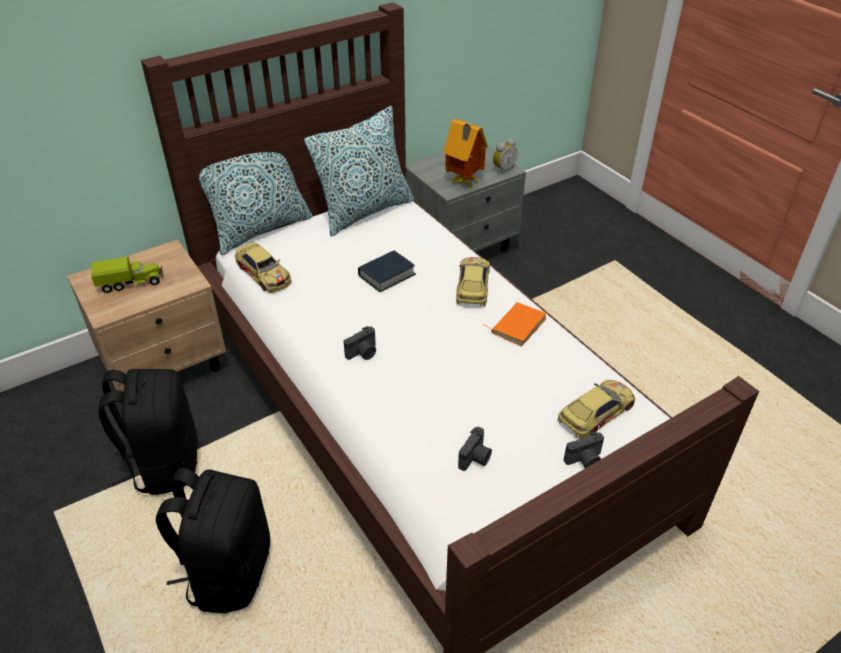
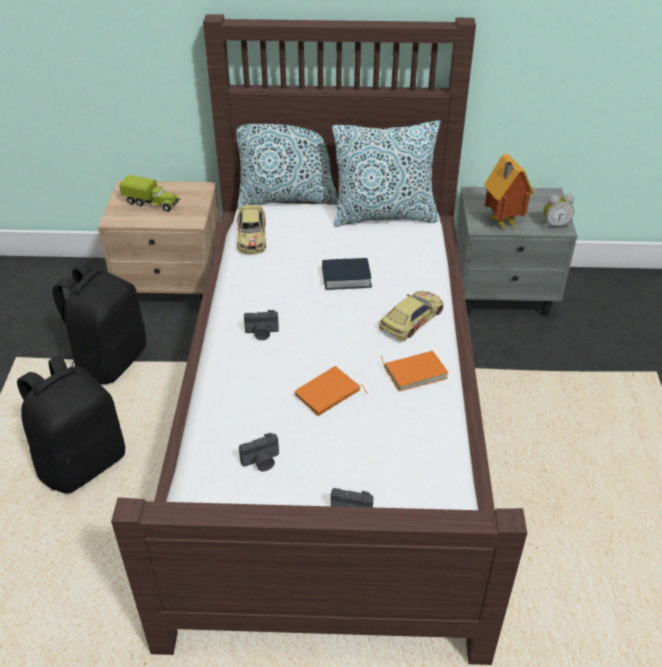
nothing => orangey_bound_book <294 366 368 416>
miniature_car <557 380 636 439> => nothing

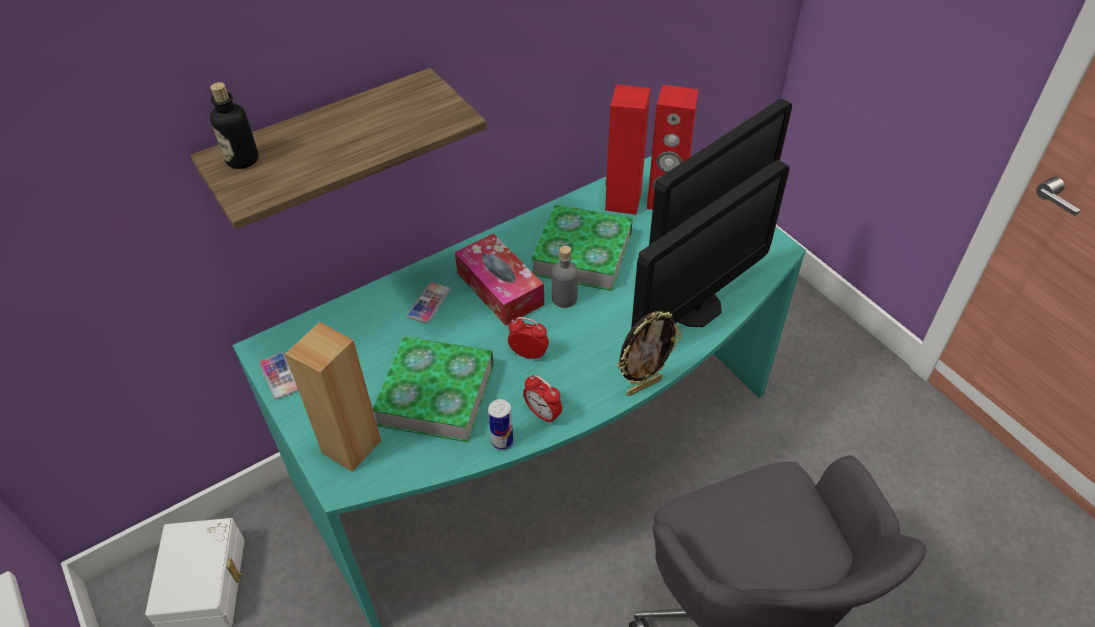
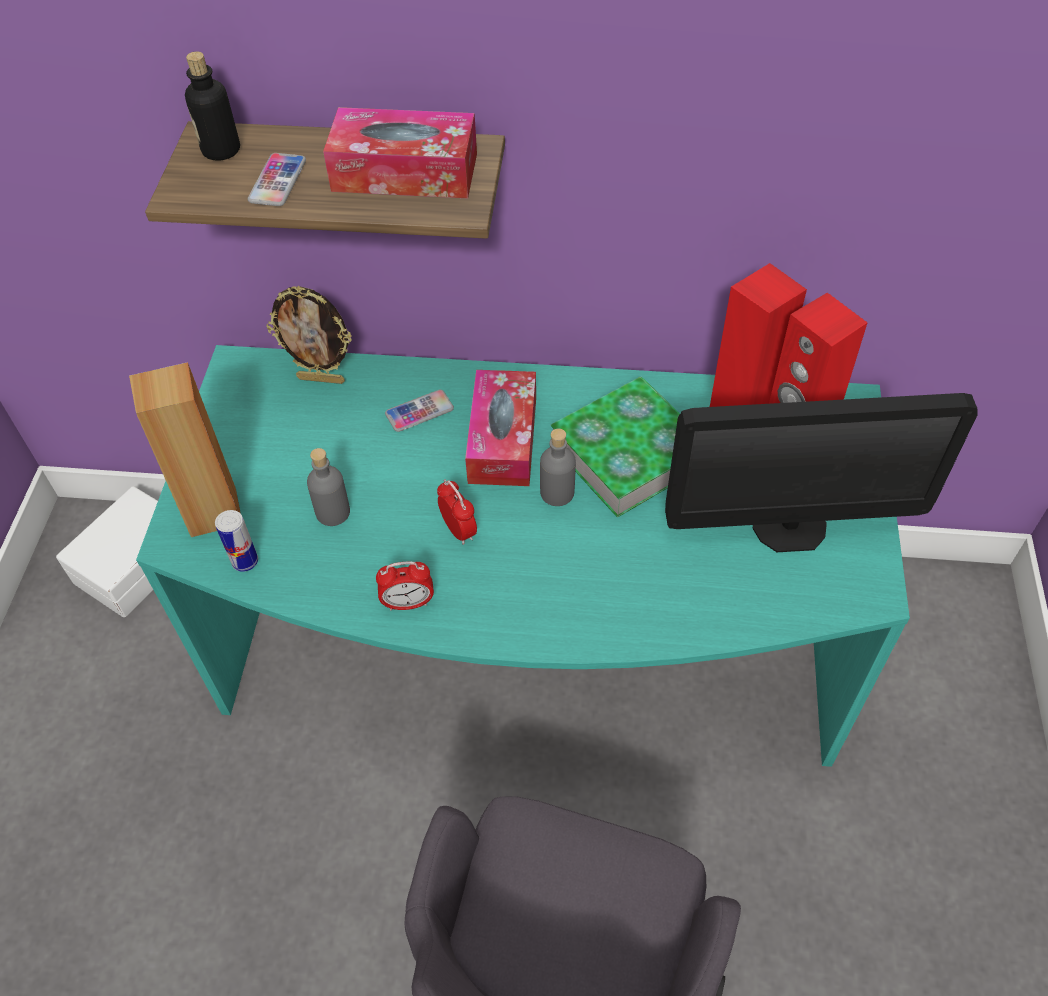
sealed_can <488 399 513 450> => sealed_can <215 510 258 572>, shifted
telephone <259 353 299 399> => telephone <248 153 306 206>, shifted
picture_frame <617 311 682 396> => picture_frame <266 286 352 384>, shifted
bound_book <373 336 494 442> => grey_bottle <307 448 350 526>
nothing => tissue_holder <323 107 477 198>
bedside_clock <523 375 562 424> => bedside_clock <376 561 434 611>, 90 degrees counterclockwise
monitor <631 160 789 329> => nothing

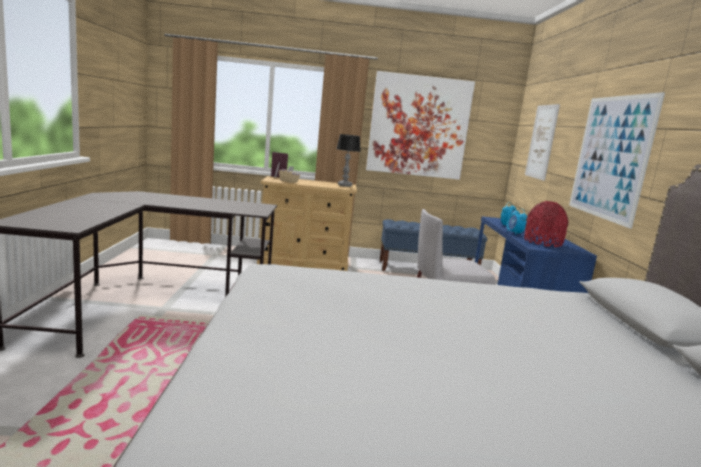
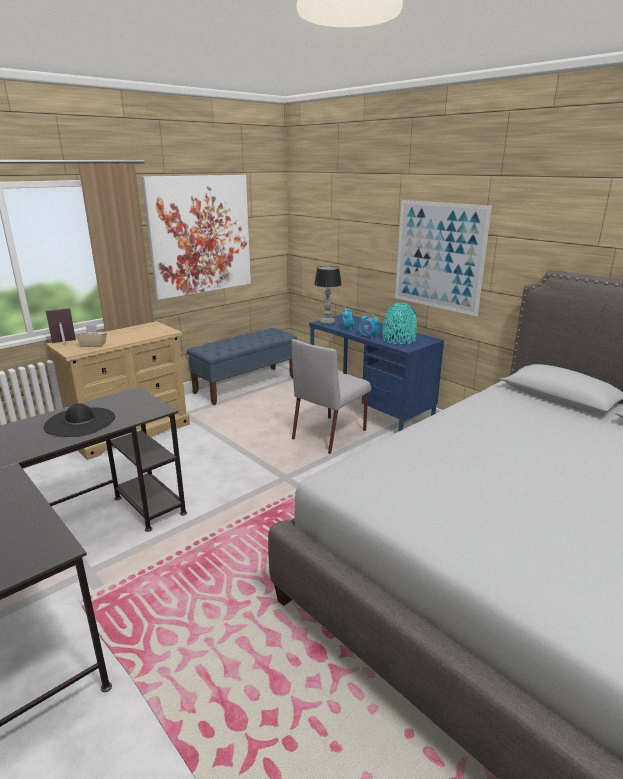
nothing => blackish_clothing_hat <43 403 115 437>
lamp_for_a_table <336 134 361 187> => lamp_for_a_table <314 266 342 325>, shifted
red-coloured_decorative_vase <524 201 568 247> => turquoise_decorative_vase <383 303 417 344>
wall_picture <525 104 560 181> => nothing

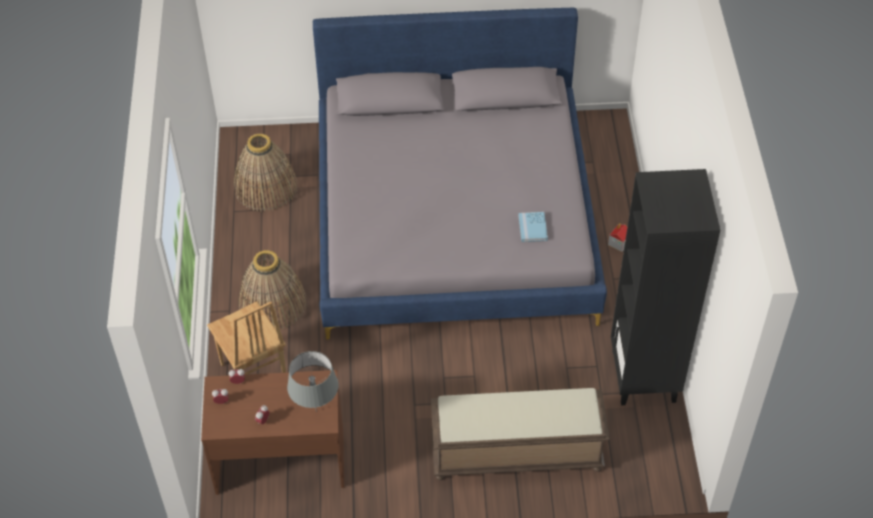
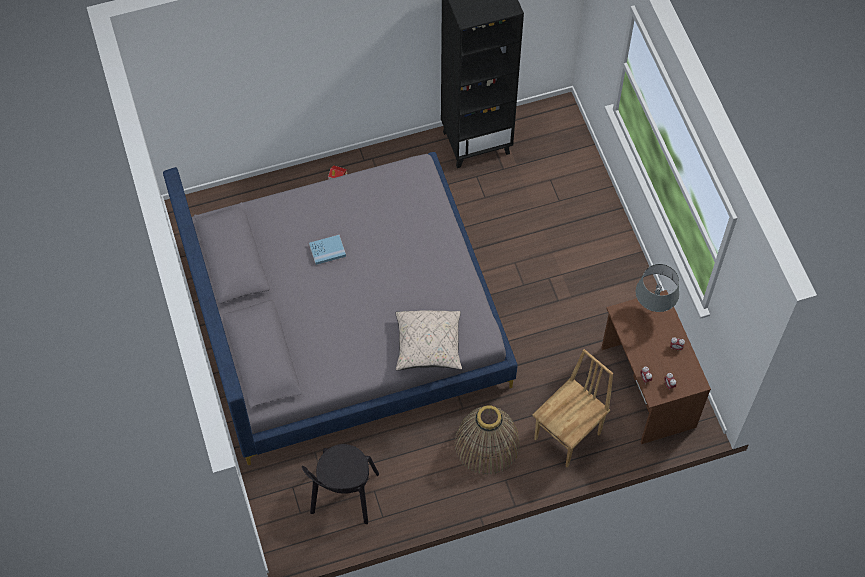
storage_basket <234 134 298 211> => blackish_upright_chair <302 444 379 524>
blue-coloured_bound_book <519 212 548 242> => blue-coloured_bound_book <309 235 346 265>, shifted
nothing => beige-coloured_pillow <395 310 462 371>
brown-coloured_long_seat <431 388 610 480> => nothing

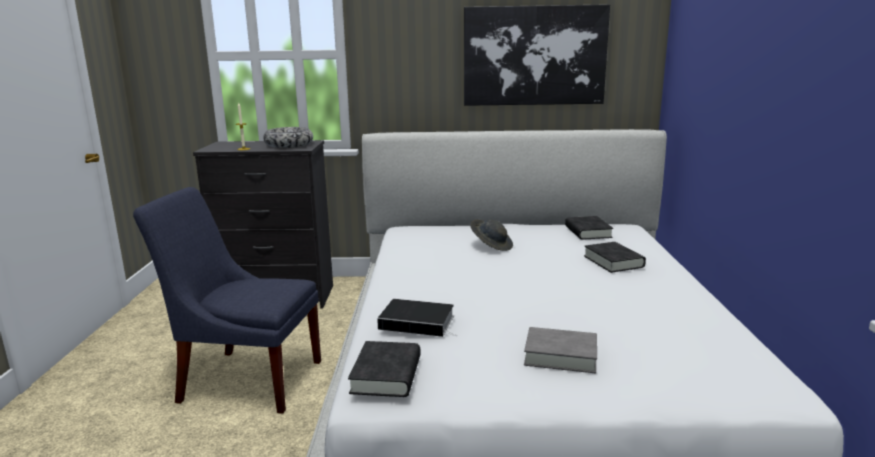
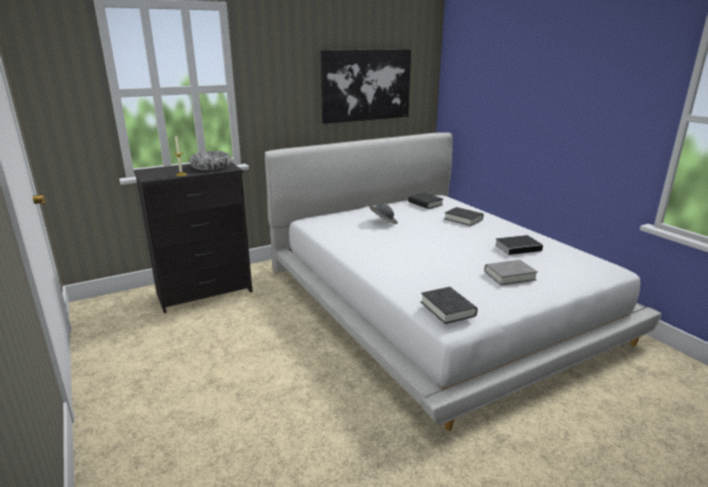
bound_book <377 299 458 337> => bound_book <495 235 543 255>, shifted
blue-coloured_upright_chair <133 187 321 414> => nothing

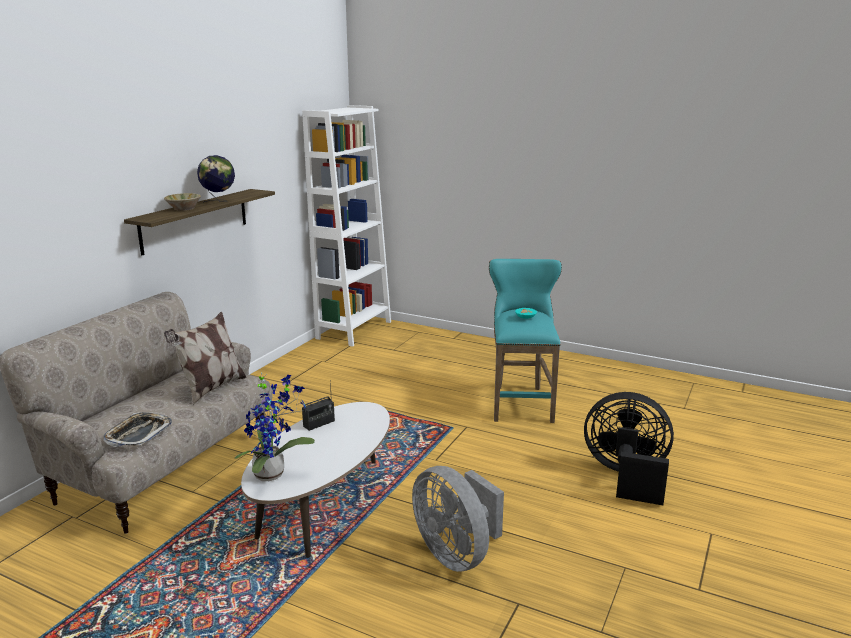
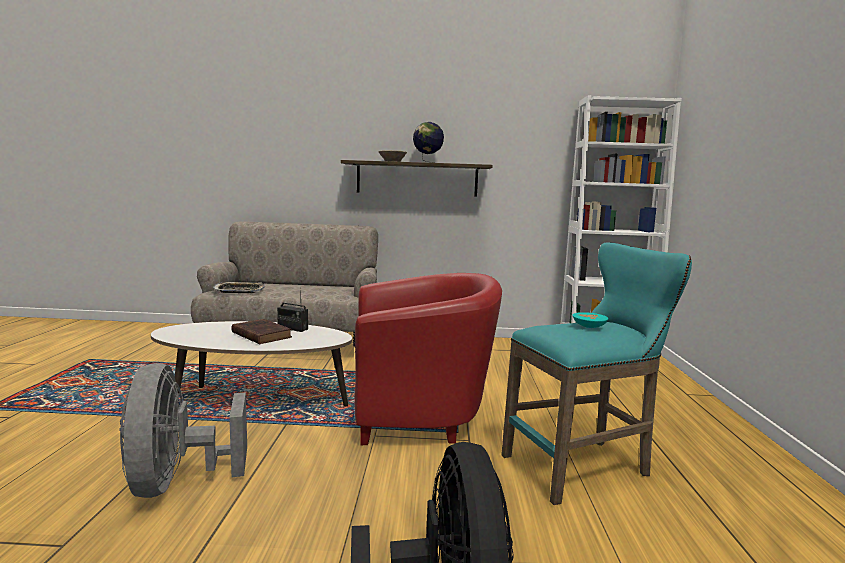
grey_fan <412 466 504 572> => grey_fan <119 363 247 498>, 45 degrees counterclockwise
nothing => brown-coloured_bound_book <231 319 292 344>
nothing => red-coloured_lounge_chair <354 273 502 445>
pillow <164 312 247 405> => nothing
potted_plant <235 372 315 481> => nothing

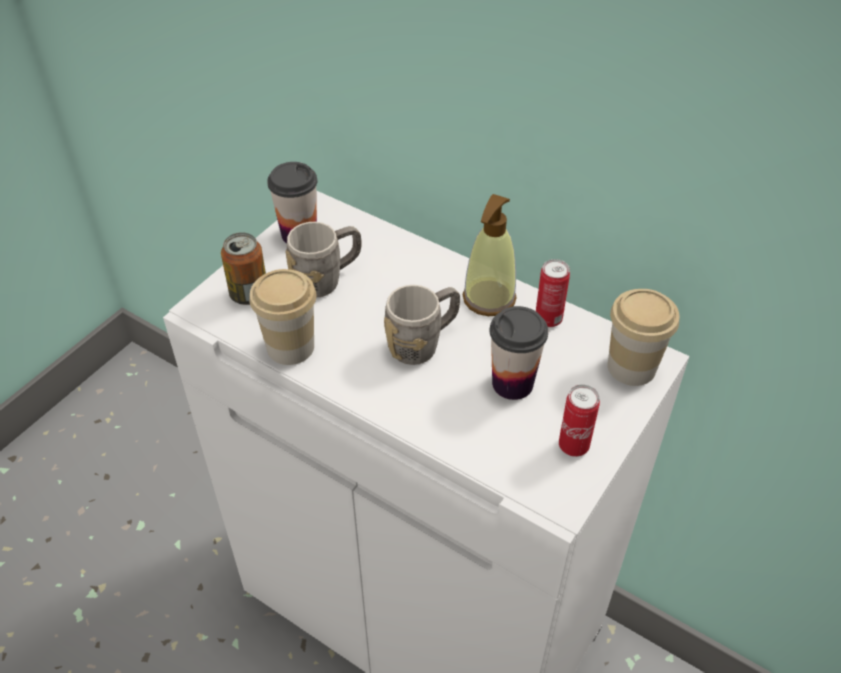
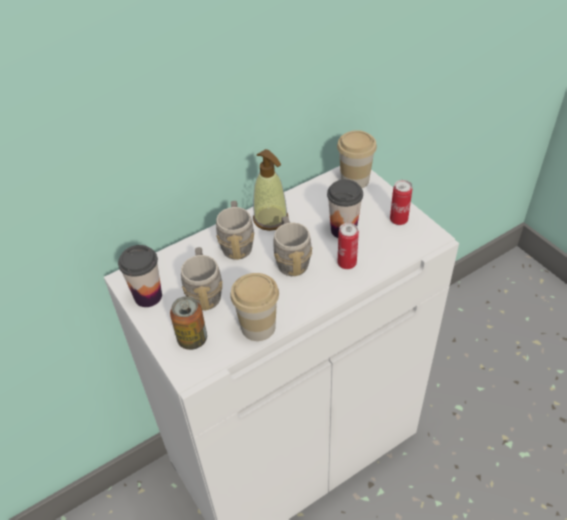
nothing => grey_mug <216 201 255 260>
sealed_can <536 259 570 327> => sealed_can <338 223 359 269>, shifted

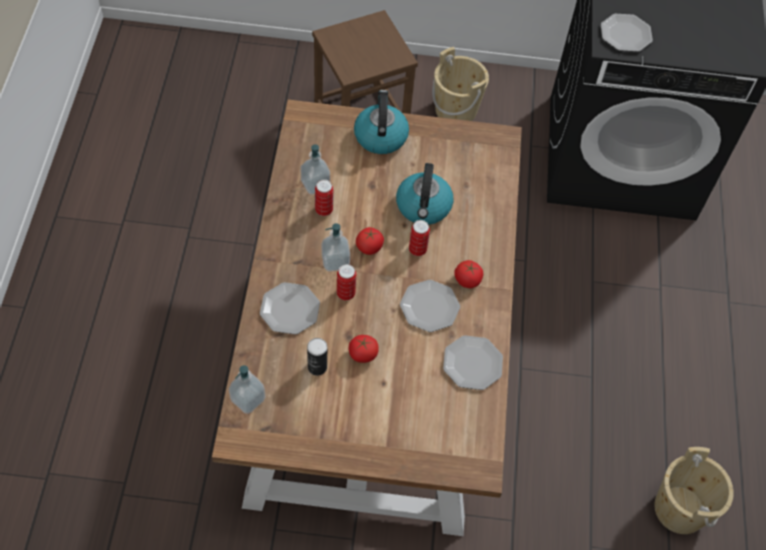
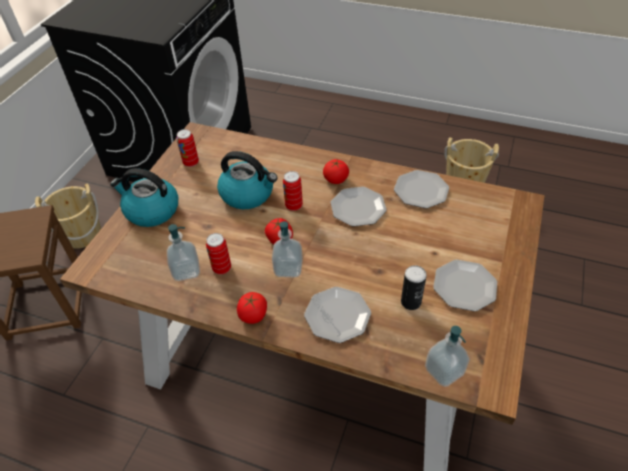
sealed_can <337 264 356 300> => sealed_can <176 129 199 167>, shifted
fresh_tomato <349 335 379 363> => fresh_tomato <237 292 267 324>, shifted
dinner_plate <601 14 653 52> => dinner_plate <433 260 497 311>, shifted

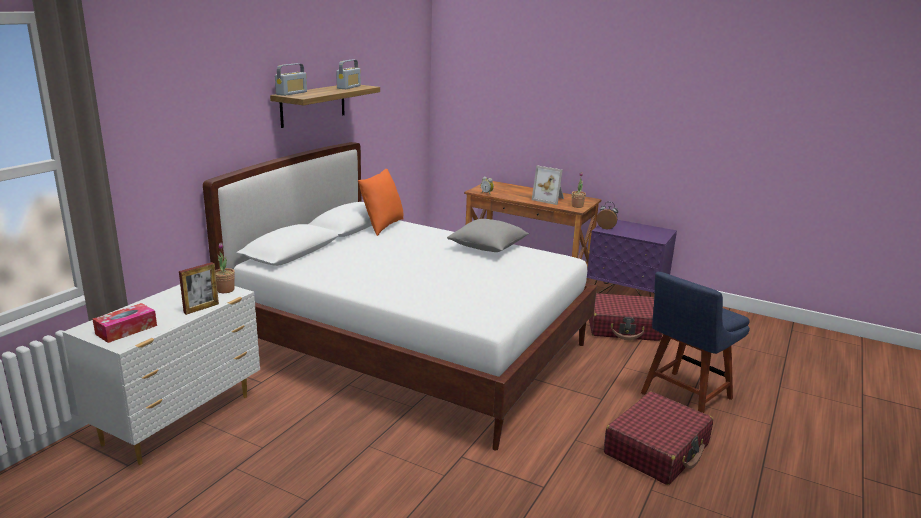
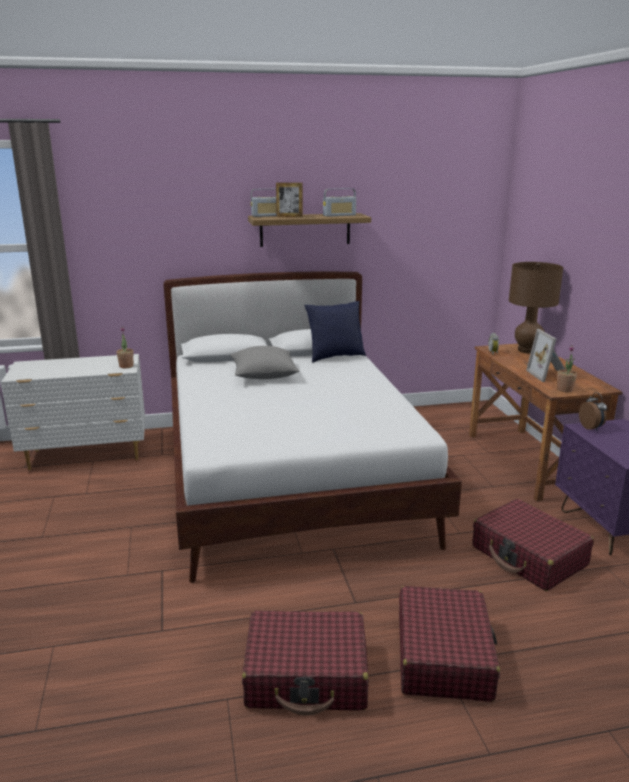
grey_pillow <447 219 529 252> => grey_pillow <230 346 299 379>, shifted
picture_frame <179 262 219 315> => picture_frame <276 183 303 217>, shifted
orangey_pillow <358 169 404 236> => blue-coloured_pillow <304 301 366 363>
blue-coloured_upright_chair <641 272 750 413> => red-coloured_suitcase <399 586 500 702>
nothing => brown-coloured_lamp_for_a_table <509 262 563 354>
tissue_holder <93 303 157 343> => nothing

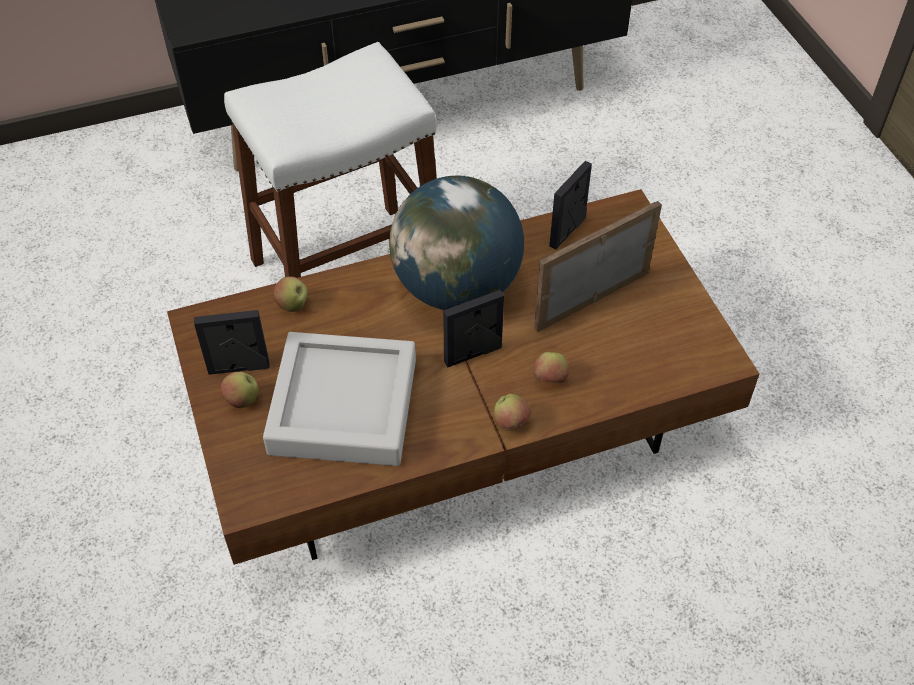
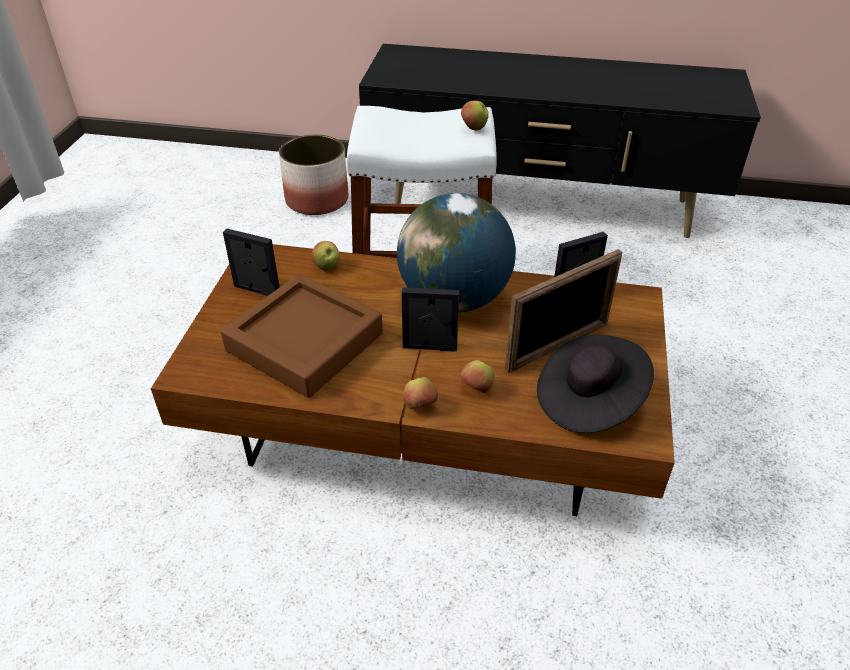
grey_tray <263 332 416 466> => brown-coloured_tray <221 274 383 398>
nothing => planter <279 135 348 215>
apple <221 372 259 408> => apple <461 101 489 131>, shifted
picture_frame <534 201 662 332> => picture_frame <505 249 622 373>, 150 degrees clockwise
nothing => blackish_clothing_hat <537 335 654 433>

